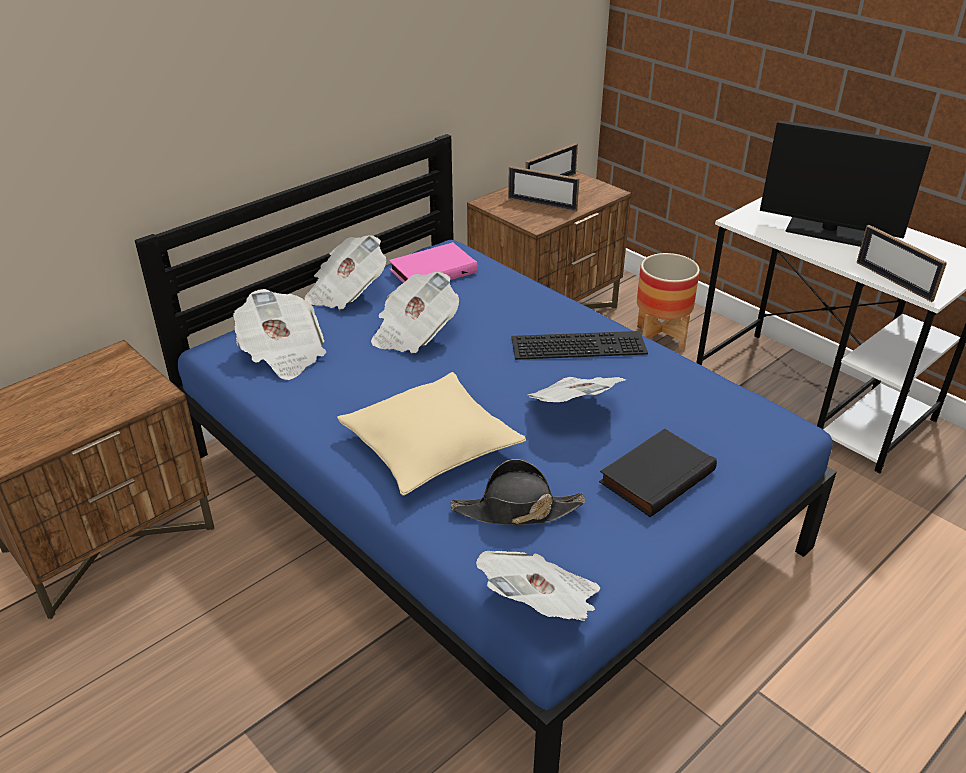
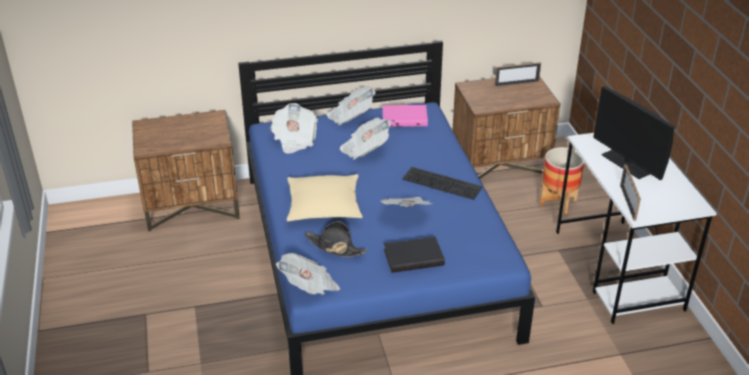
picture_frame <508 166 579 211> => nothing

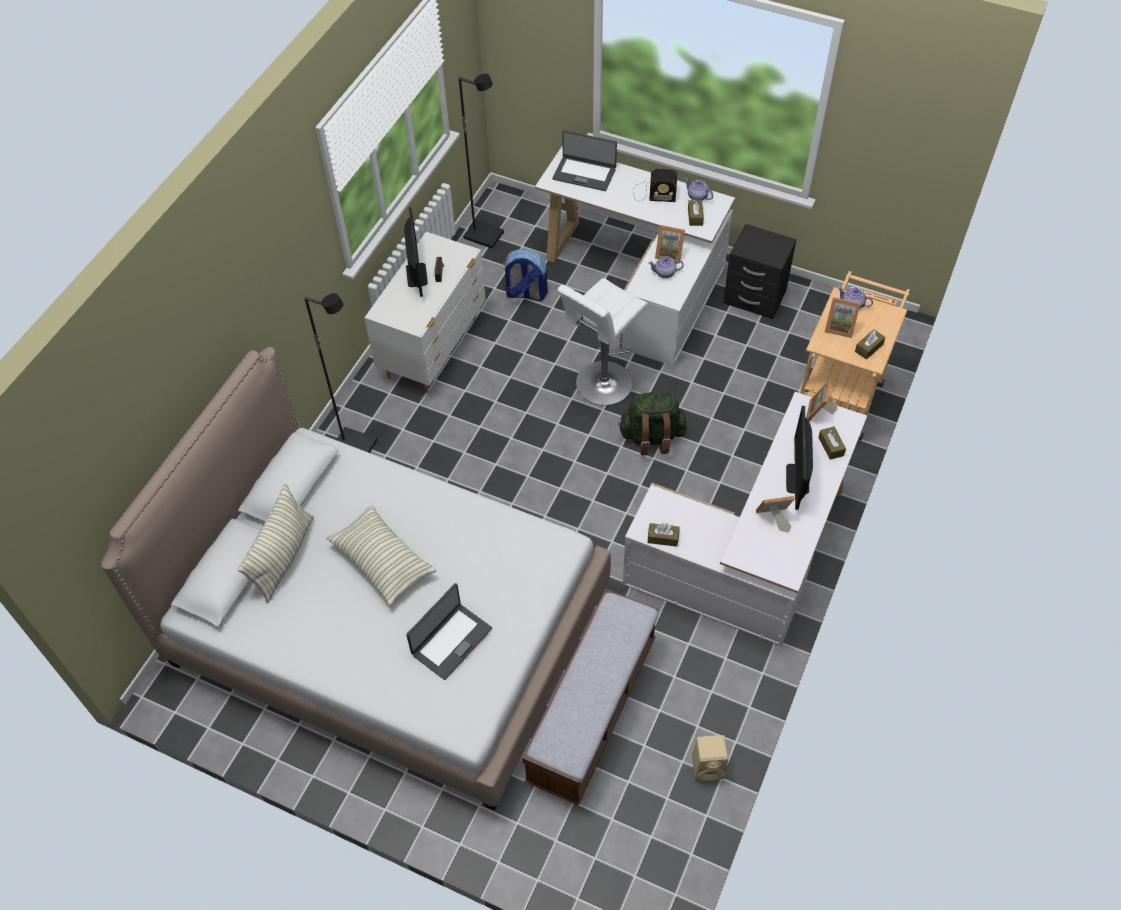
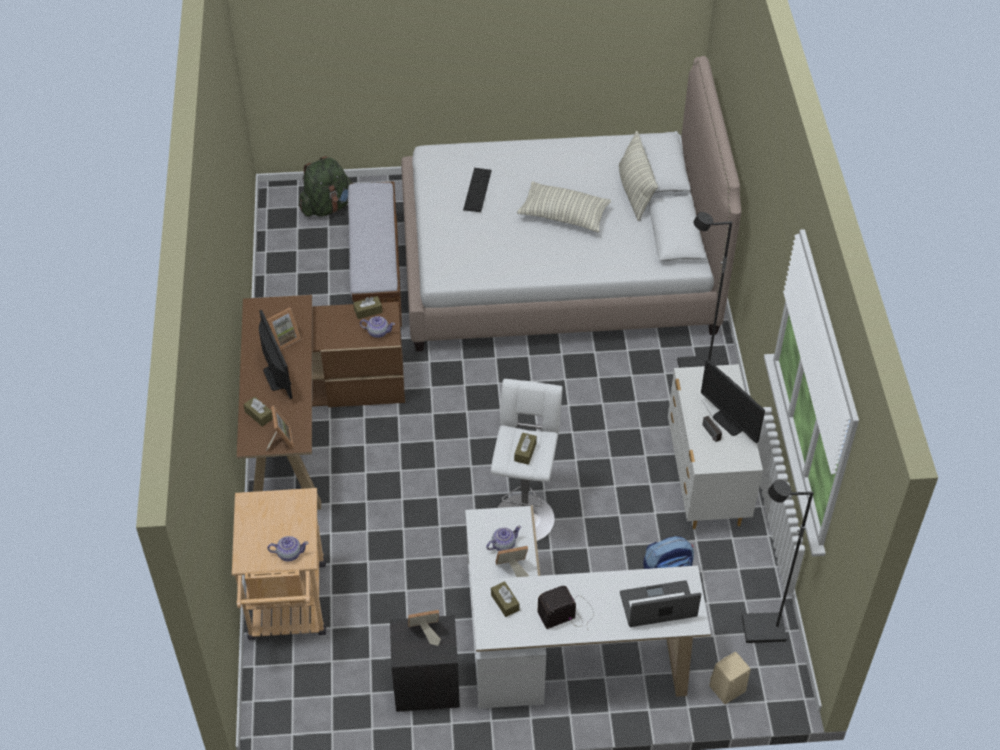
whitish_desk <623 392 867 646> => brown-coloured_desk <237 295 405 510>
greenish_rucksack <618 392 687 455> => greenish_rucksack <299 156 354 217>, shifted
tea_pot <684 178 713 200> => tea_pot <360 316 395 338>, shifted
picture_frame <825 297 861 338> => picture_frame <408 610 441 646>, shifted
notebook_computer <406 583 492 680> => PC_keyboard <463 168 492 212>
brown-coloured_tissue_holder <855 329 885 359> => brown-coloured_tissue_holder <514 433 537 465>, shifted
beige-coloured_audio_speaker <692 735 728 781> => beige-coloured_audio_speaker <709 652 751 704>, shifted

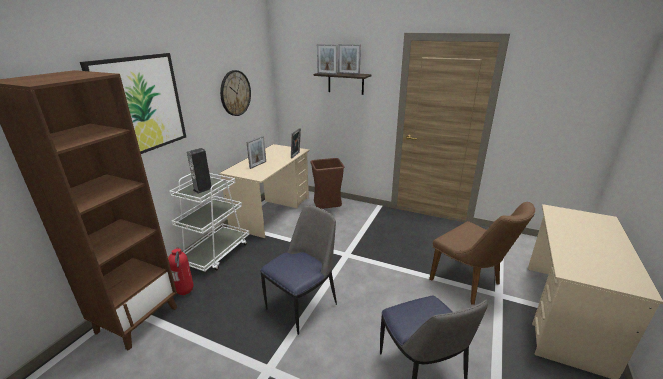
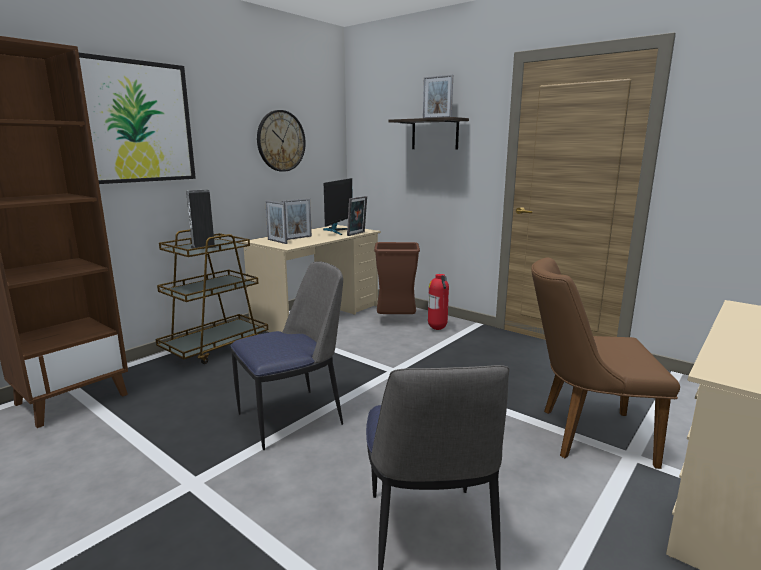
whitish_wheeled_cart <169 173 250 272> => brown-coloured_wheeled_cart <156 229 268 364>
picture_frame <317 44 337 75> => picture_frame <265 200 287 244>, shifted
nothing => monitor <323 178 353 235>
fire-fighting_cylinder <168 247 194 295> => fire-fighting_cylinder <428 274 449 330>, shifted
brown-coloured_upright_chair <429 202 535 305> => brown-coloured_upright_chair <531 258 680 469>, 120 degrees clockwise

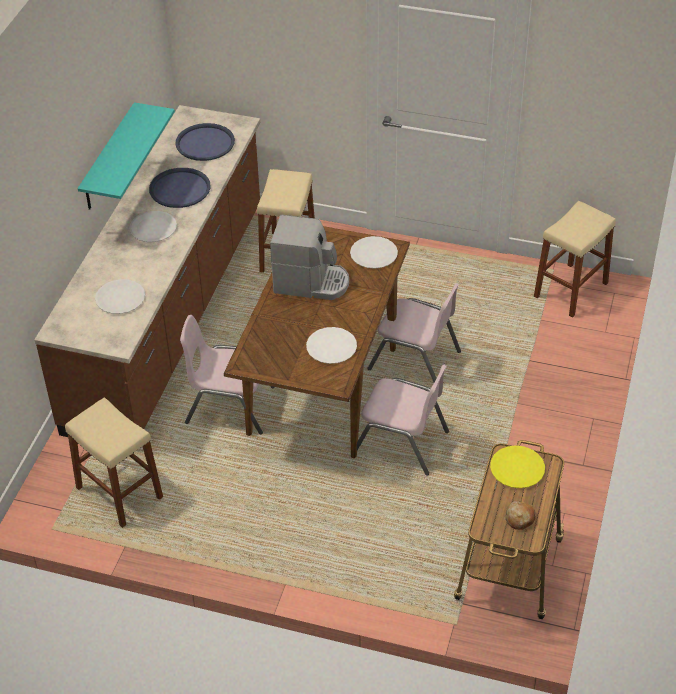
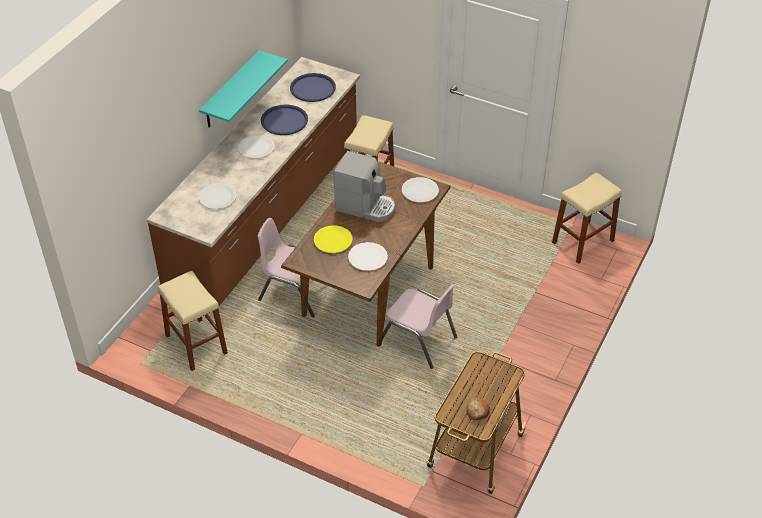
yellowish_dinner_plate <490 445 545 488> => yellowish_dinner_plate <314 225 353 253>, shifted
pinkish_upright_chair <367 283 461 382> => nothing

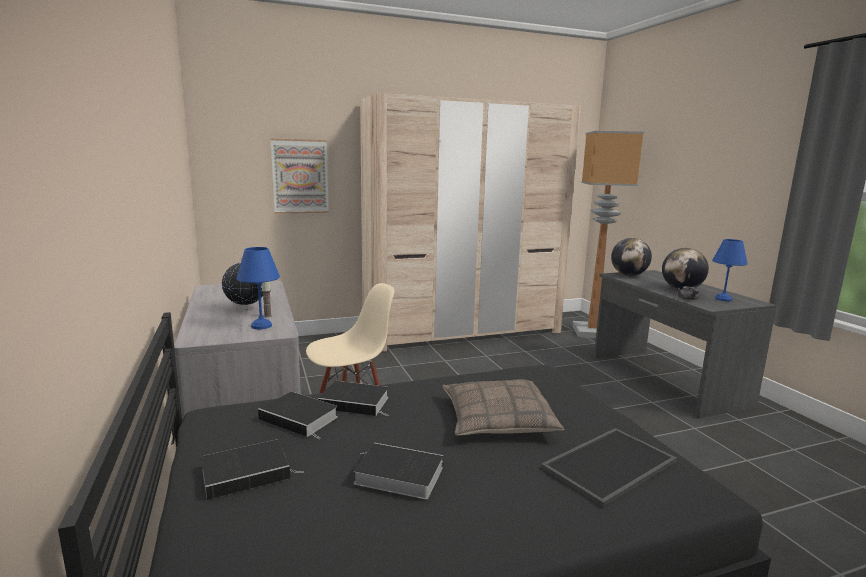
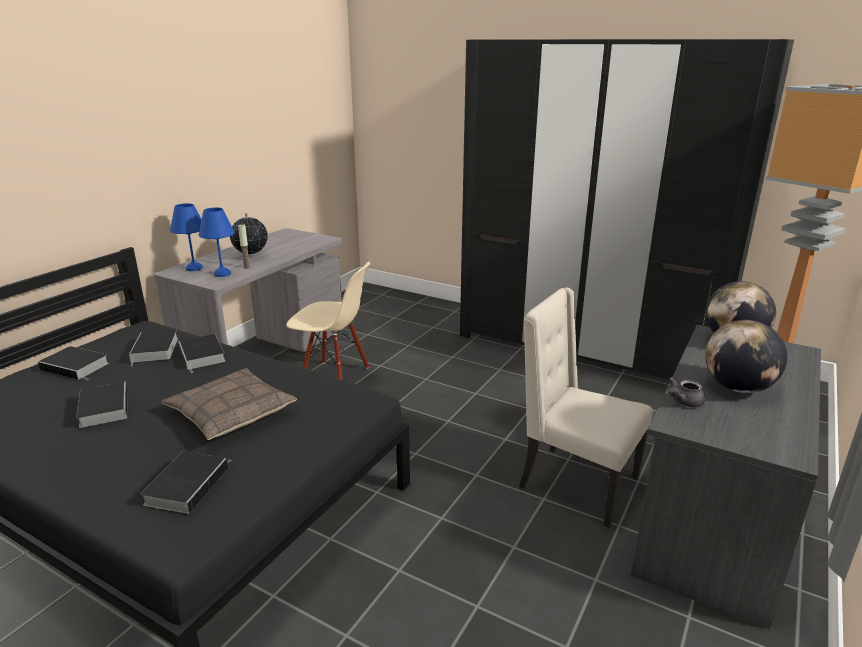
tray <541 428 677 507> => bound_book <140 452 231 514>
blue-coloured_lamp_for_a_table <712 239 747 301> => blue-coloured_lamp_for_a_table <170 203 203 271>, shifted
beige-coloured_clothes_cupboard <360 93 581 352> => blackish_clothes_cupboard <460 39 794 379>
nothing => beige-coloured_upright_chair <519 288 652 527>
wall_picture <270 139 329 214> => nothing

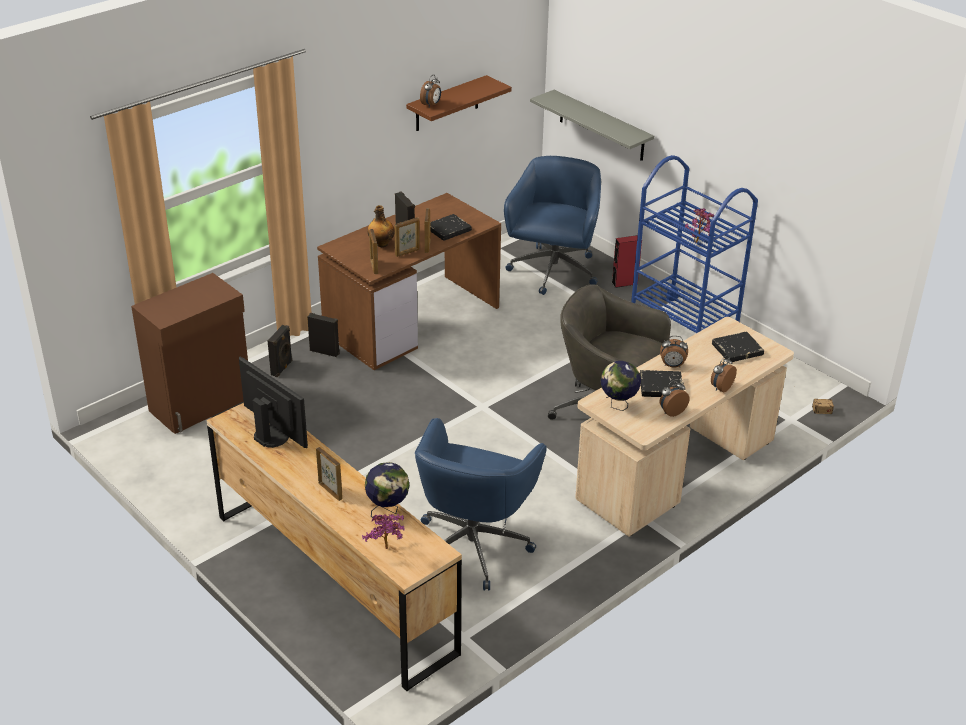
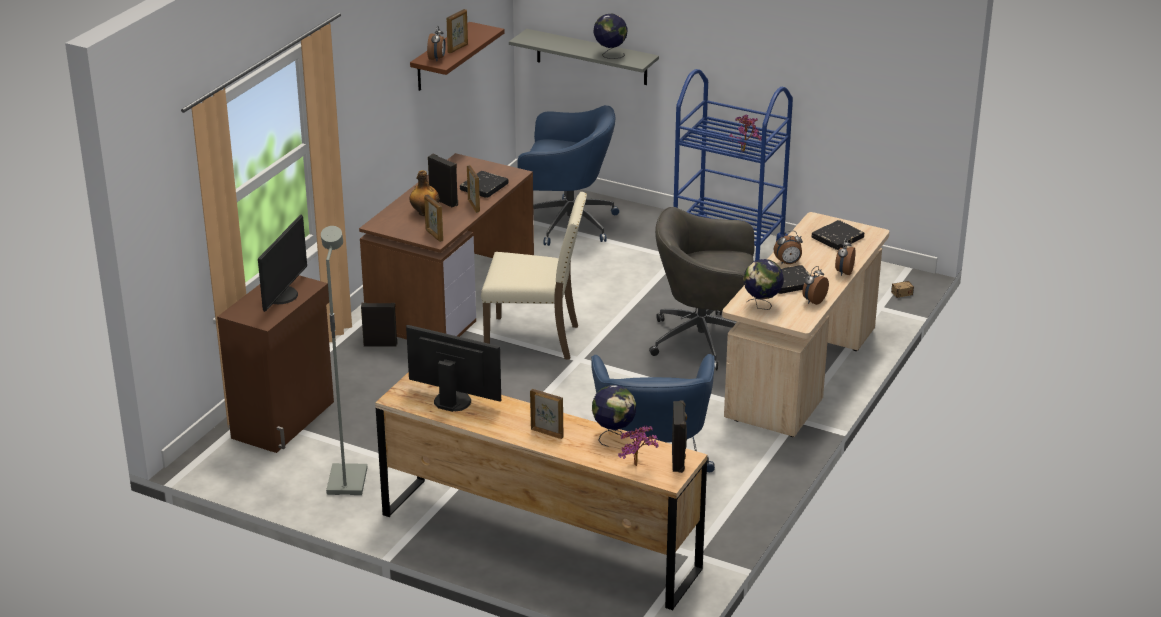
nothing => monitor <258 215 307 312>
nothing => grey_standing_lamp <321 226 367 495>
picture_frame <394 217 420 257> => picture_frame <447 9 468 53>, shifted
nothing => beige-coloured_upright_chair <481 192 587 360>
blue-coloured_office_chair <504 156 601 295> => blue-coloured_office_chair <517 105 619 246>, 105 degrees clockwise
nothing => world_globe <593 14 628 59>
blackish_audio_speaker <268 325 292 377> => blackish_audio_speaker <672 401 687 473>, shifted
red-coloured_audio_speaker <612 235 642 288> => nothing

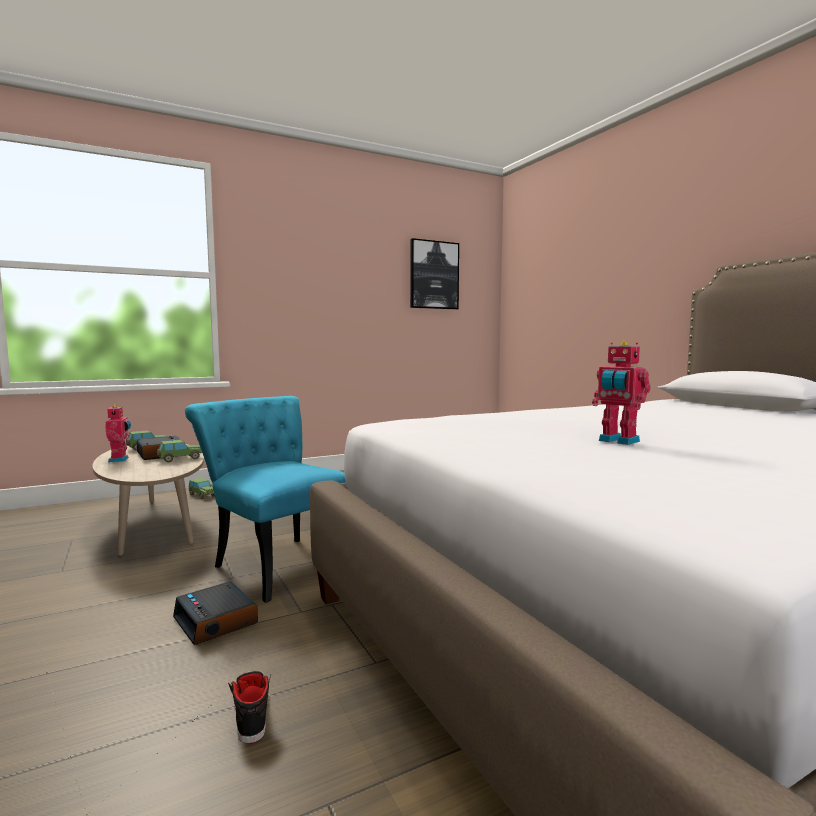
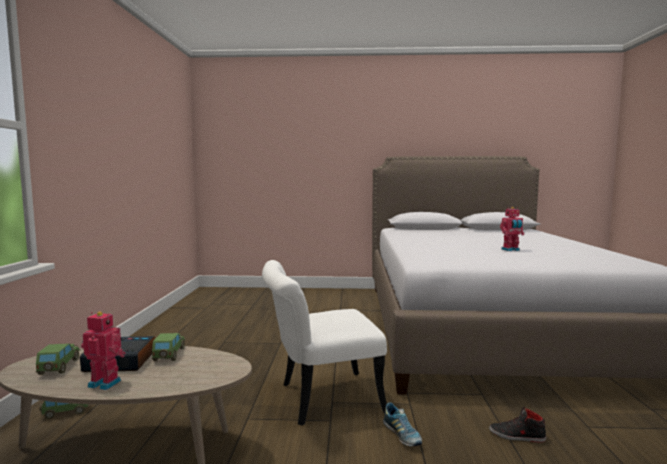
turquoise_upright_chair <185 396 346 603> => whitish_upright_chair <262 260 387 426>
bedside_clock <173 582 258 645> => shoe <383 402 422 446>
wall_picture <410 238 459 309> => nothing

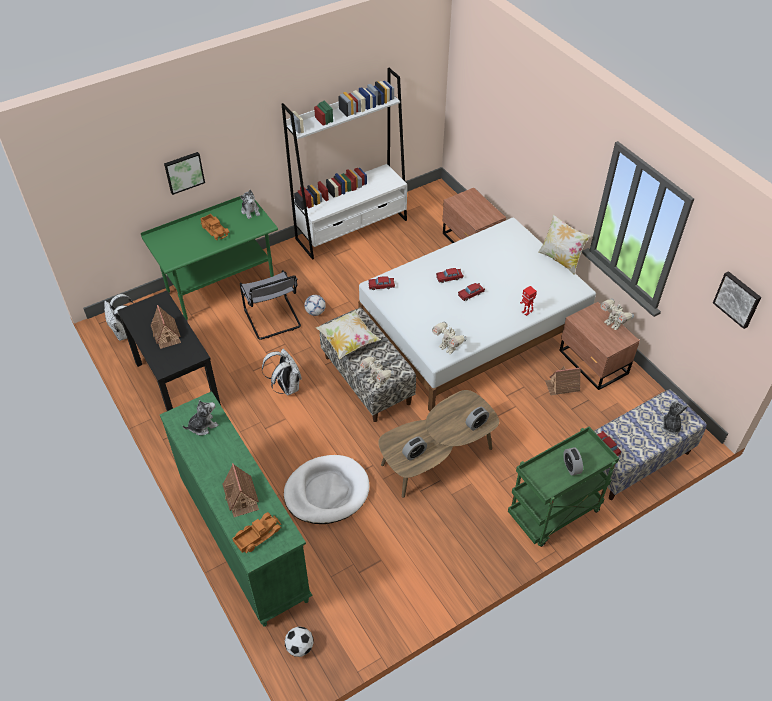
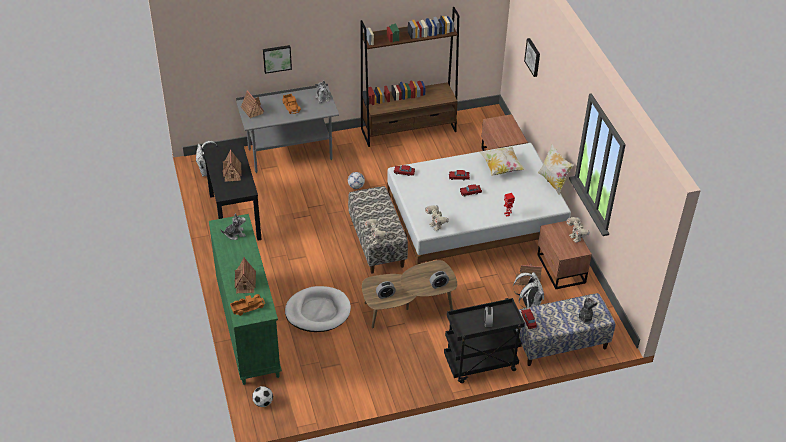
greenish_desk <141 196 278 321> => grey_desk <236 83 339 173>
nothing => toy_house <240 90 265 118>
whitish_bookcase <282 68 407 260> => brown-coloured_bookcase <361 7 459 147>
greenish_wheeled_cart <508 427 619 547> => blackish_wheeled_cart <444 298 525 383>
pillow <315 310 381 359> => pillow <480 146 526 176>, shifted
whitish_rucksack <262 349 302 396> => whitish_rucksack <513 272 544 308>, shifted
wall_picture <713 271 761 329> => wall_picture <524 38 540 77>, shifted
grey_upright_chair <240 270 301 340> => nothing

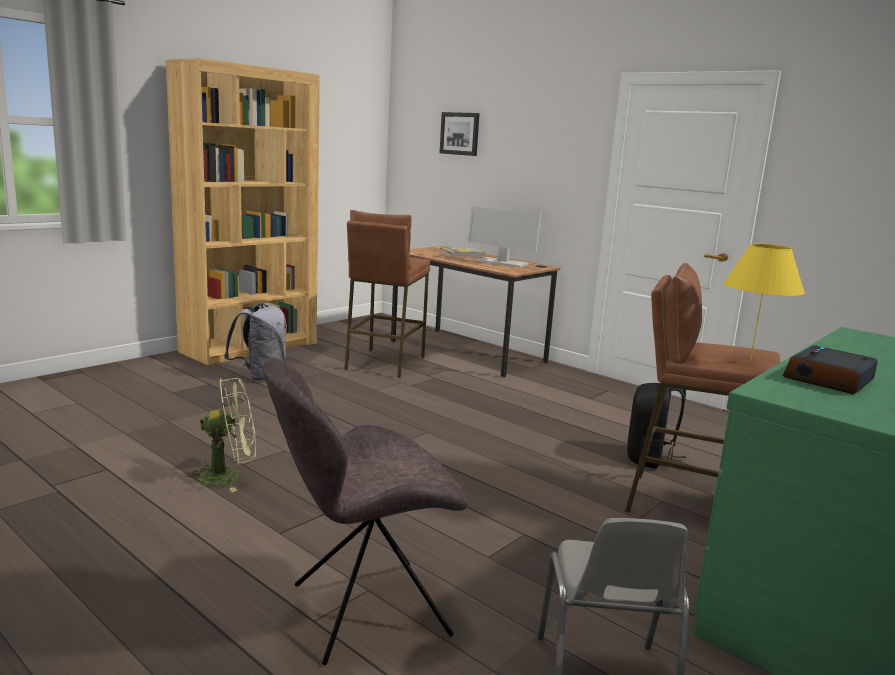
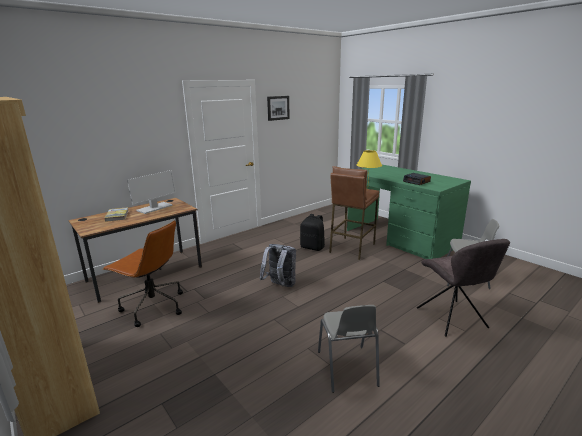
brown-coloured_stool_seat <344 210 430 378> => brown-coloured_office_chair <102 220 183 327>
grey_rucksack <224 304 287 381> => grey_rucksack <260 244 296 287>, shifted
wall_picture <440 112 480 156> => wall_picture <267 96 290 121>, shifted
greenish_fan <186 378 256 492> => grey_upright_chair <318 305 380 393>

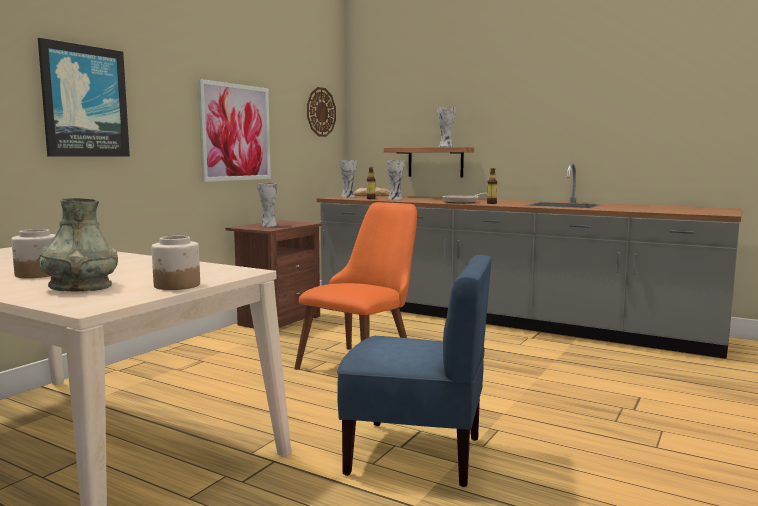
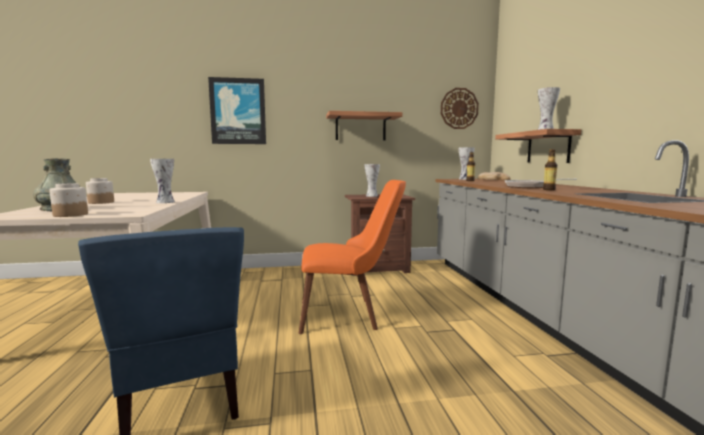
decorative_vase <386 160 405 200> => decorative_vase <150 159 175 203>, shifted
wall_picture <198 79 271 182> => shelf <326 111 403 140>

